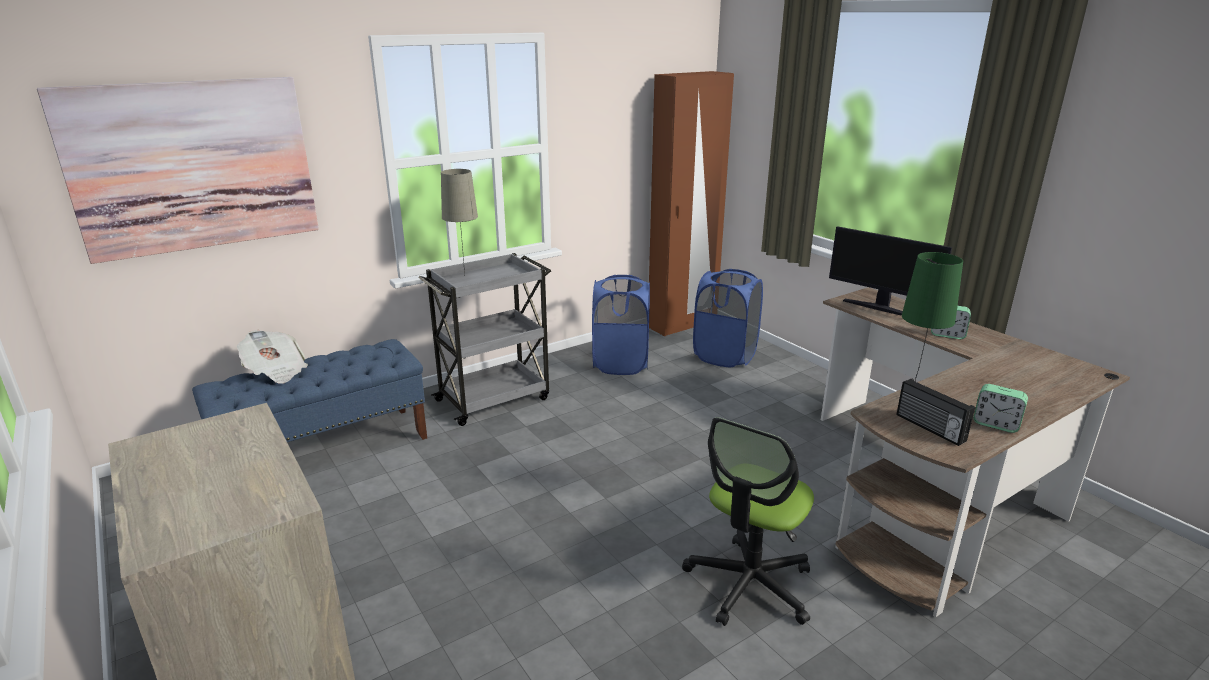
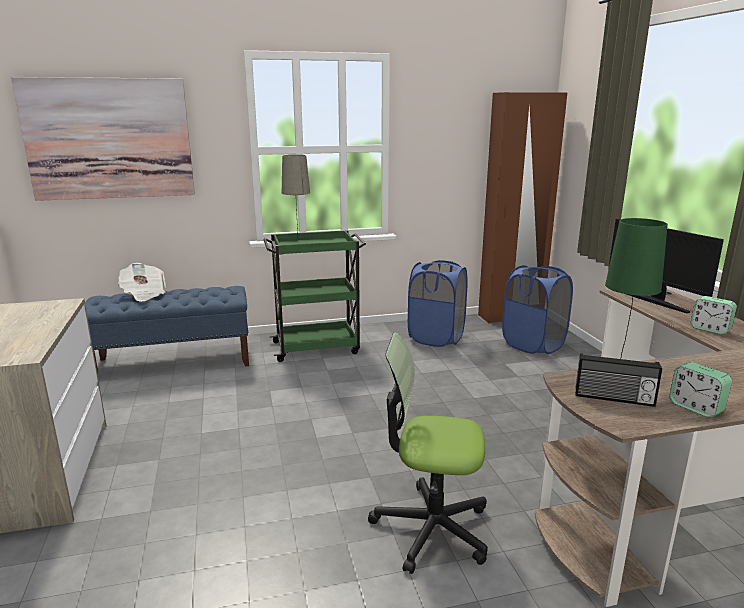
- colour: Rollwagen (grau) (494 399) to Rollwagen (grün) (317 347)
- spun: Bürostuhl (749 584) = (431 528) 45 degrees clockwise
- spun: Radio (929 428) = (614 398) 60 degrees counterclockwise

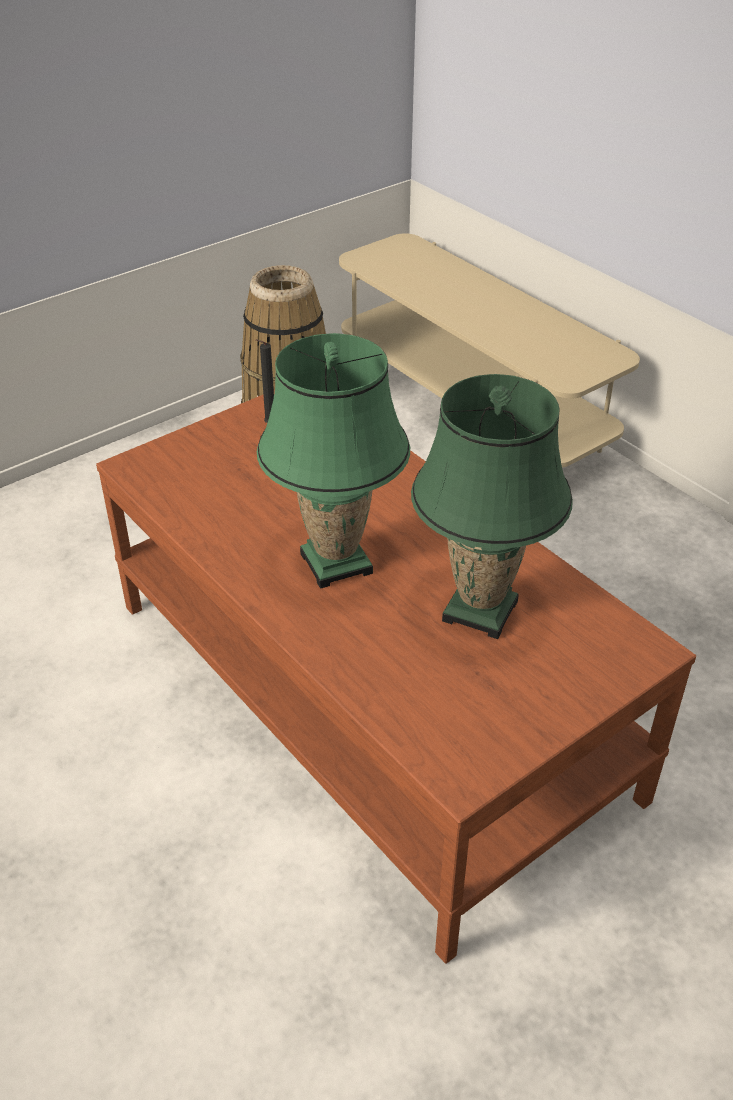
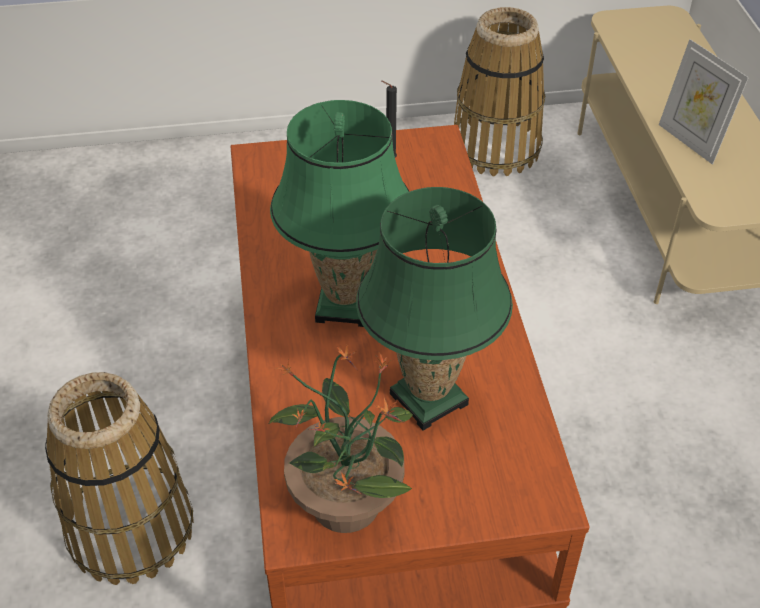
- appeared: Korb (131 528)
- appeared: Topfpflanze (345 501)
- appeared: Bilderrahmen (690 141)

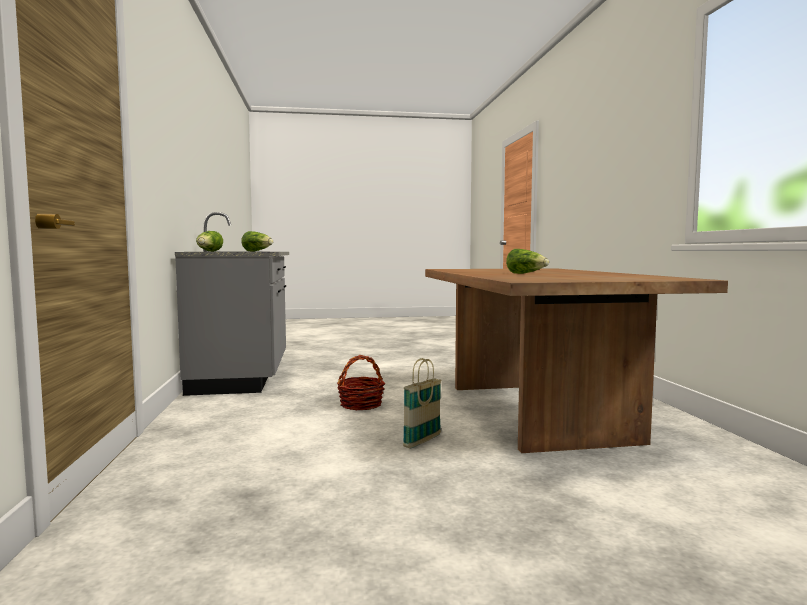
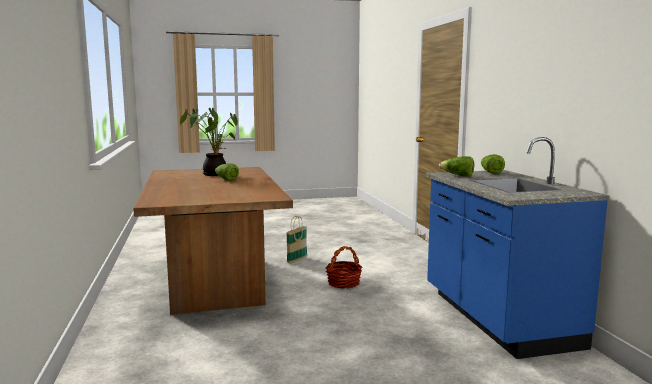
- appeared: Topfpflanze (214 174)
- colour: Küchenzeile (grau) (243 375) to Küchenzeile (blau) (496 319)

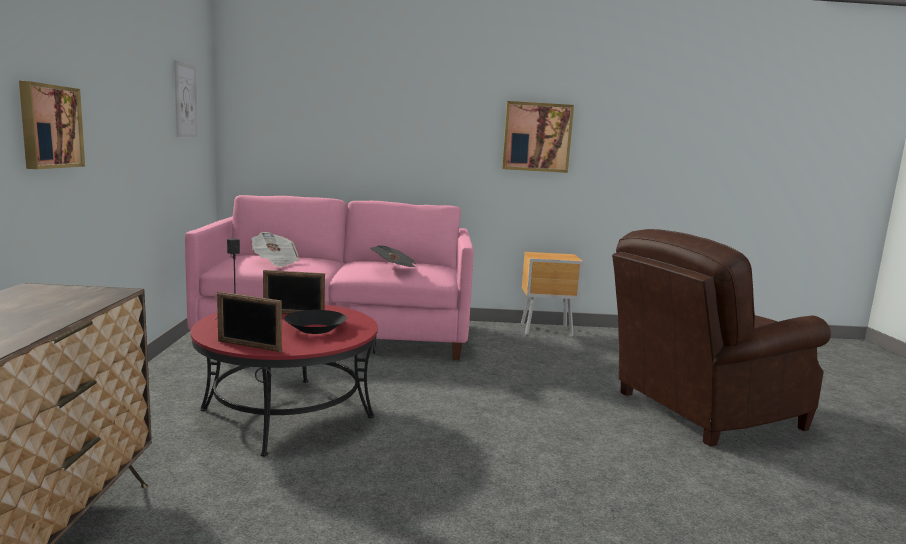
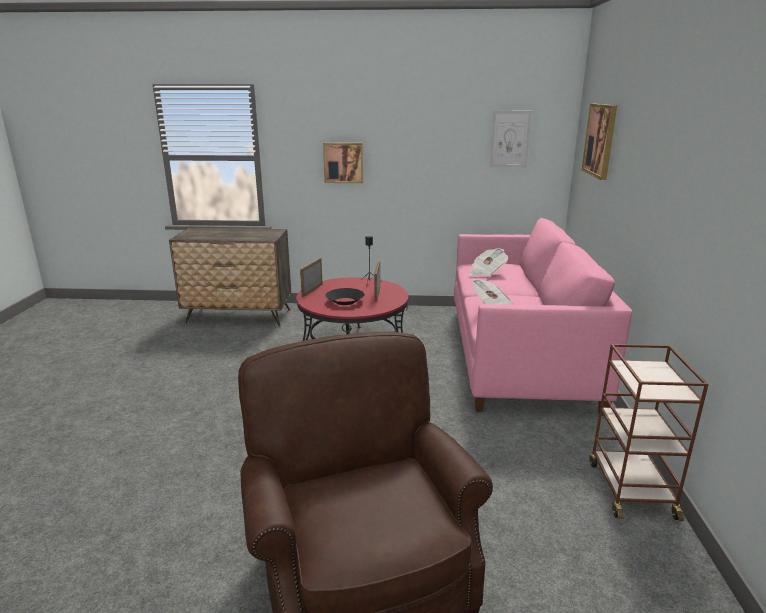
- relocated: Bild (537 137) to (600 140)
- exchanged: Nachttisch (braun) (547 331) to Rollwagen (braun) (630 489)

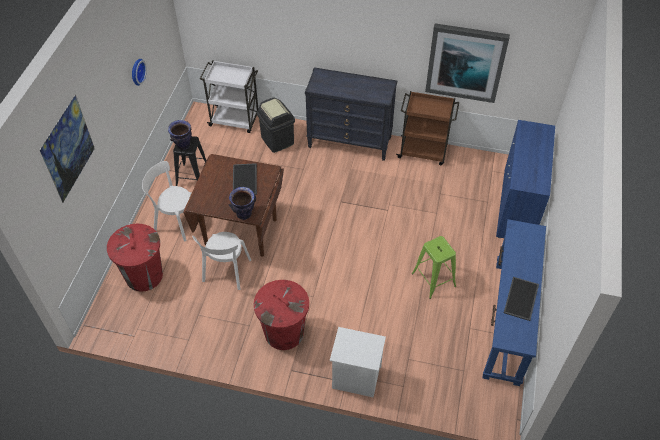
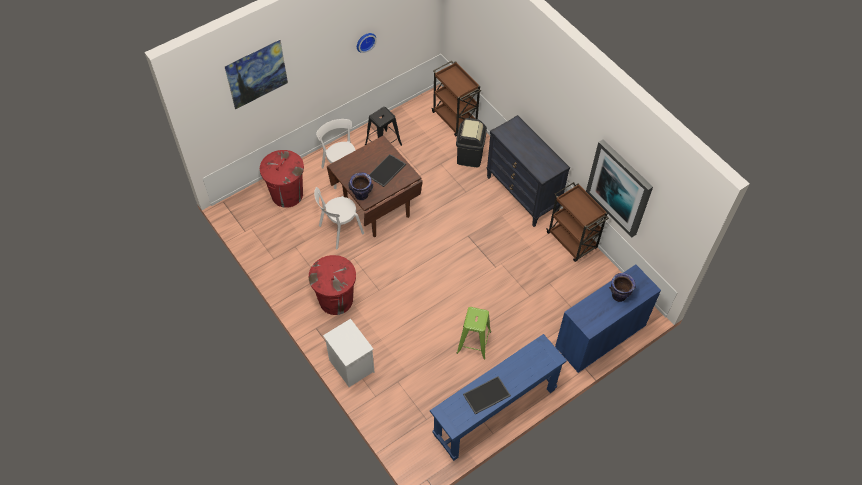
- relocated: Vase (183 145) to (618 295)
- colour: Rollwagen (weiß) (235 120) to Rollwagen (braun) (455 119)

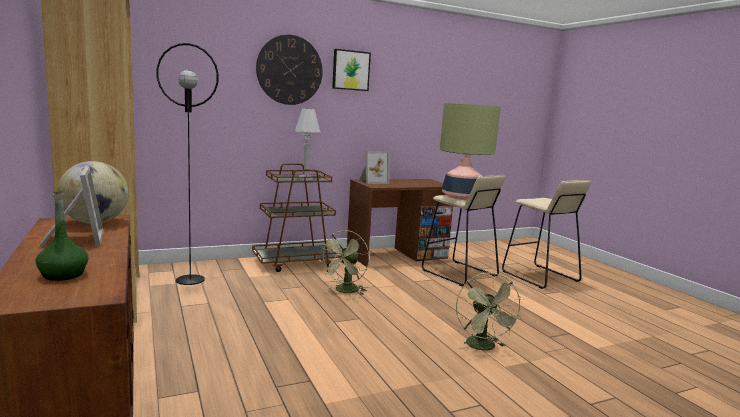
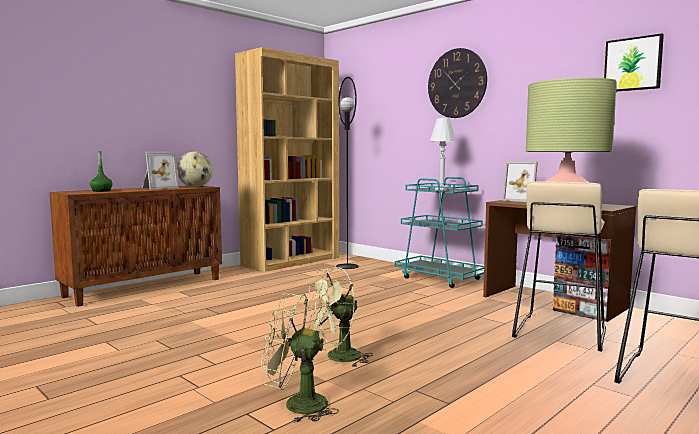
- relocated: Ventilator (grün) (345 291) to (296 405)
- relocated: Bild (350 70) to (633 64)
- colour: Rollwagen (braun) (296 262) to Rollwagen (türkis) (440 278)

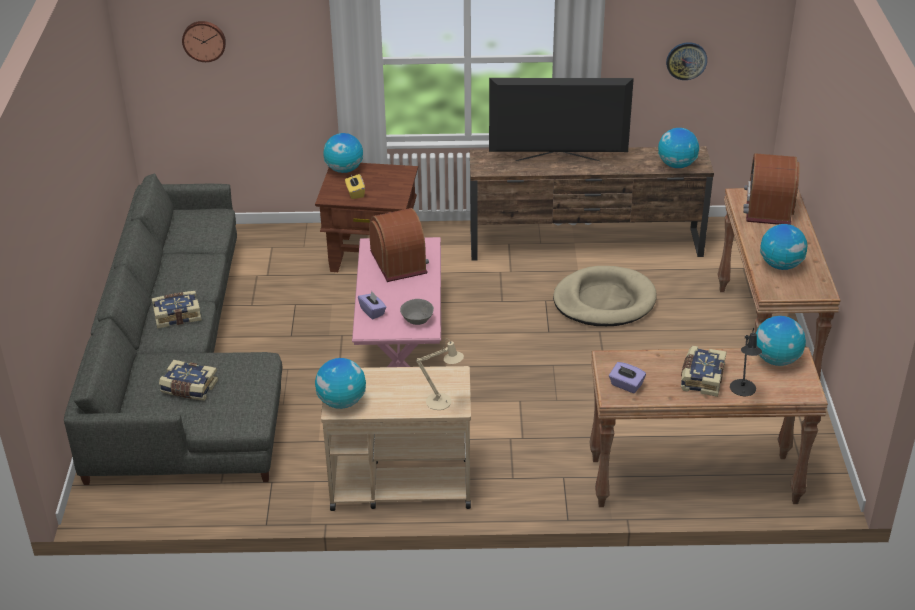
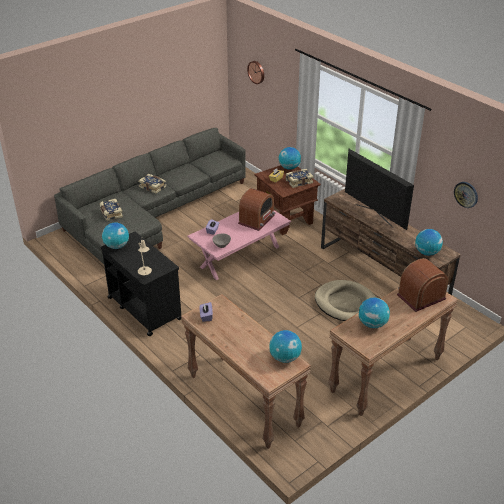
- missing: Tischlampe (schwarz) (743 390)
- relocated: Buch (701 378) to (298 181)
- colour: Rollwagen (beige) (400 484) to Rollwagen (schwarz) (144 308)

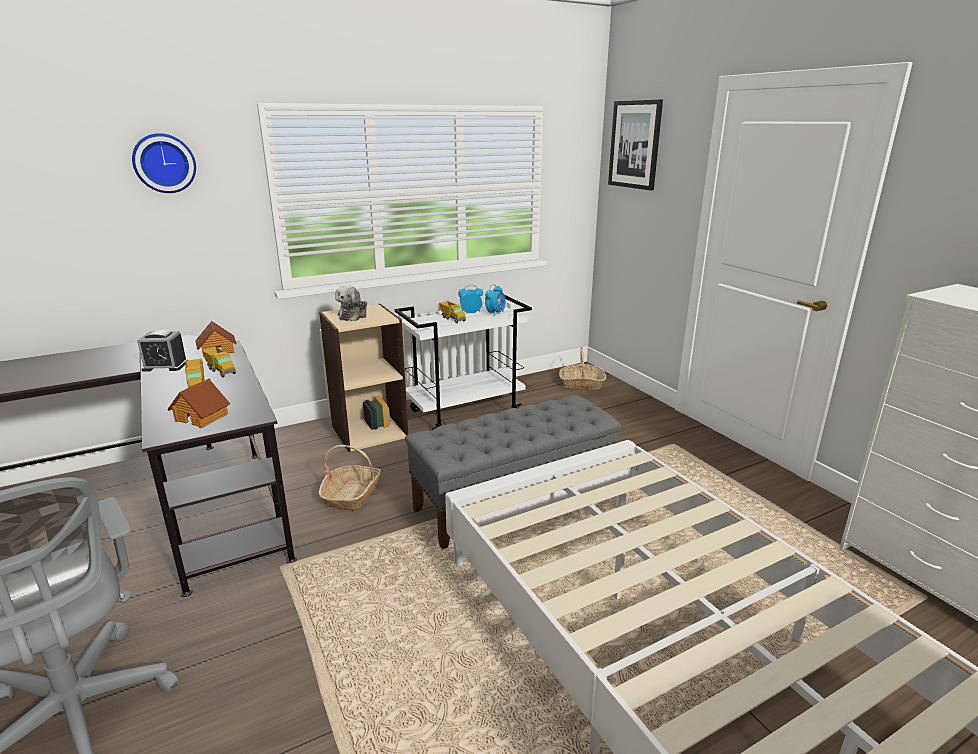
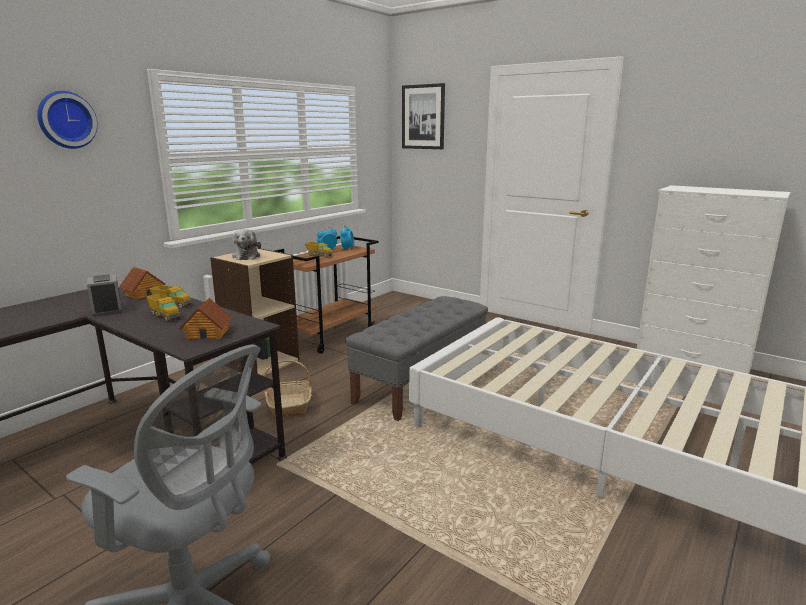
- missing: Korb (581 384)
- colour: Rollwagen (weiß) (465 412) to Rollwagen (braun) (330 335)
- spun: Wecker (165 366) = (107 309) 90 degrees clockwise

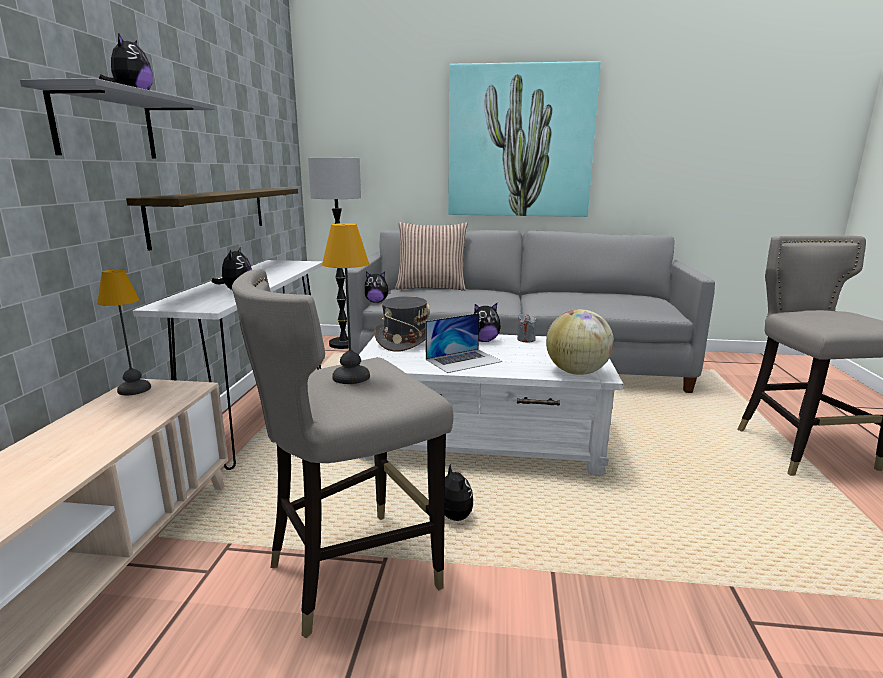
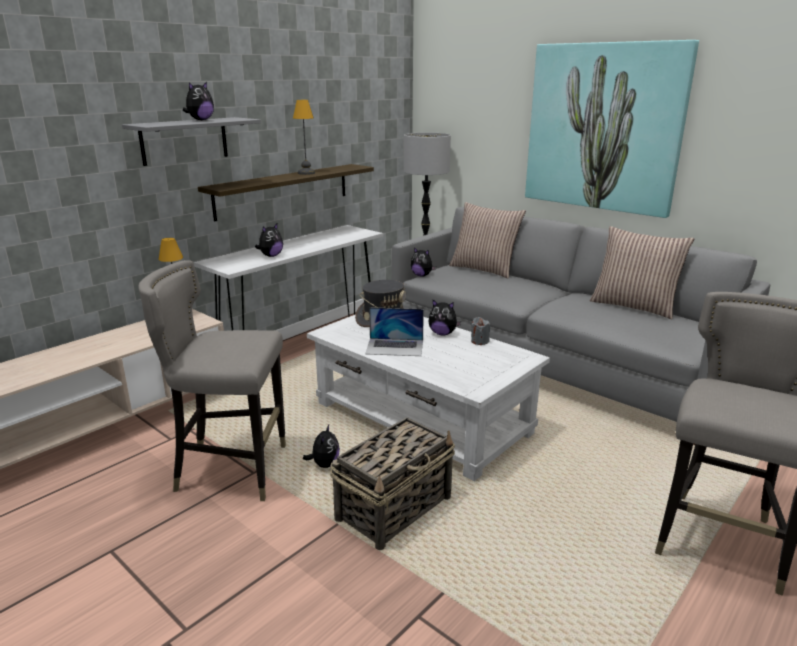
- missing: Globus (577 372)
- appeared: Korb (395 507)
- appeared: Kissen (634 306)
- relocated: Tischlampe (350 376) to (306 173)

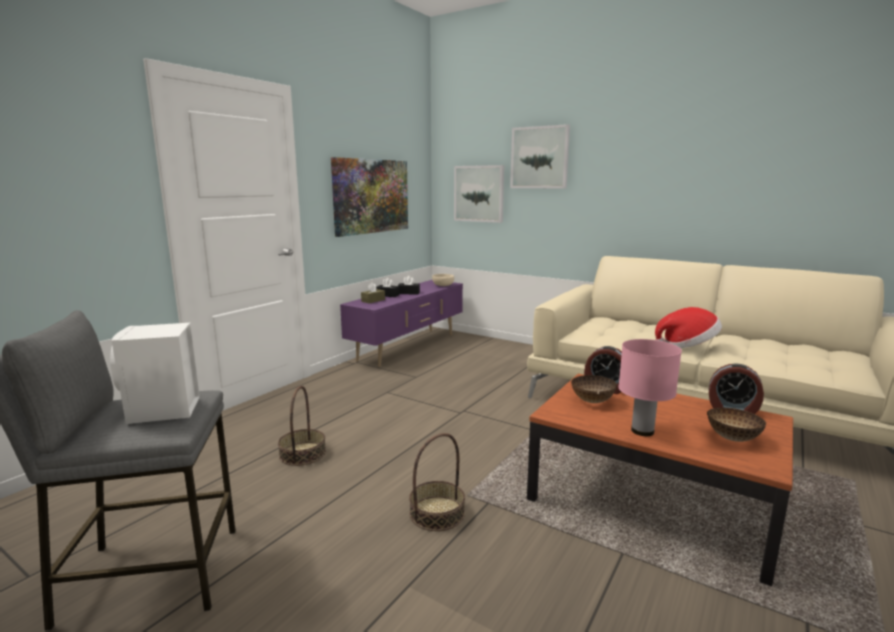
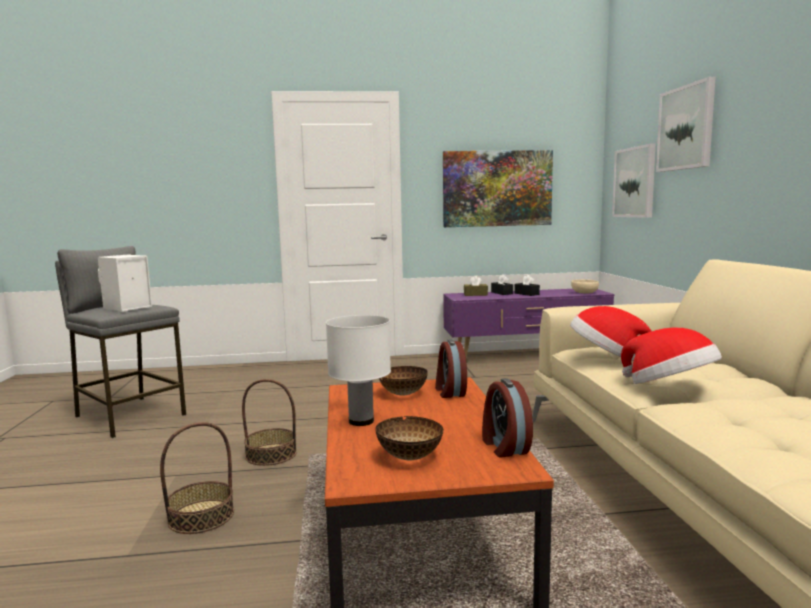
- appeared: Hut (607 357)
- relocated: Korb (303 453) to (201 516)
- colour: Tischlampe (rosa) (643 431) to Tischlampe (weiß) (361 421)

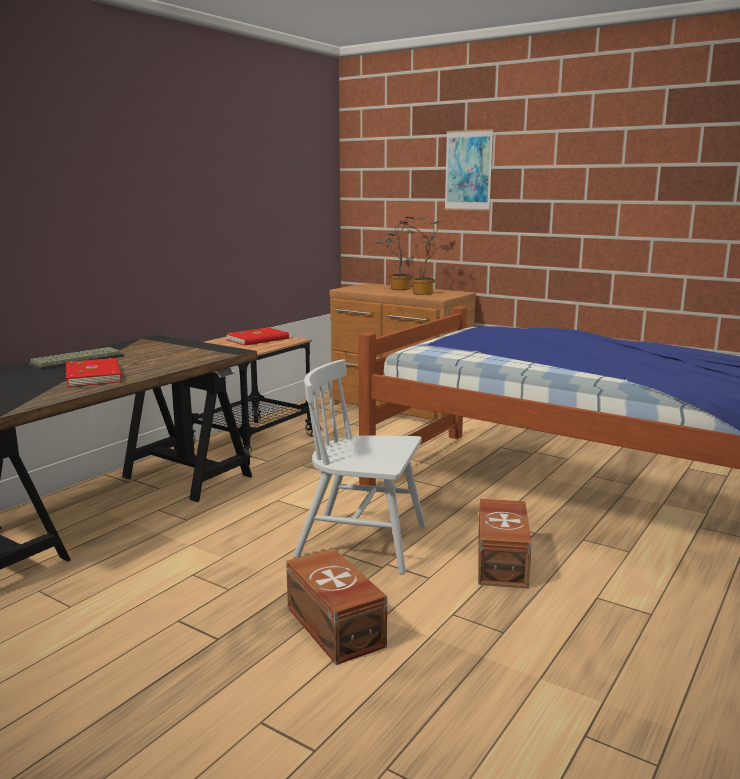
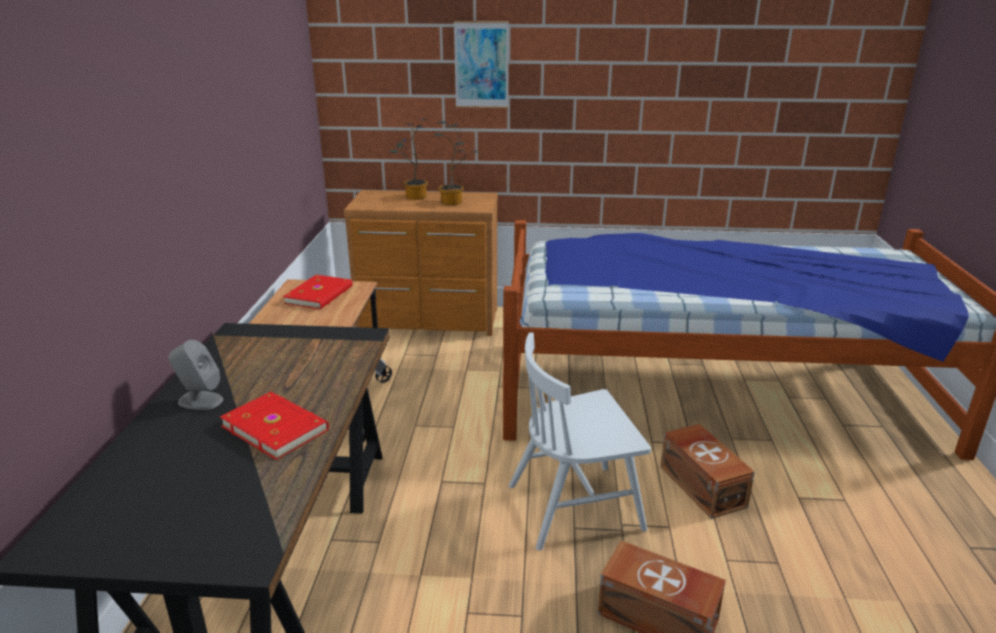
- exchanged: Tastatur (77 360) to Lautsprecher (grau) (200 400)

